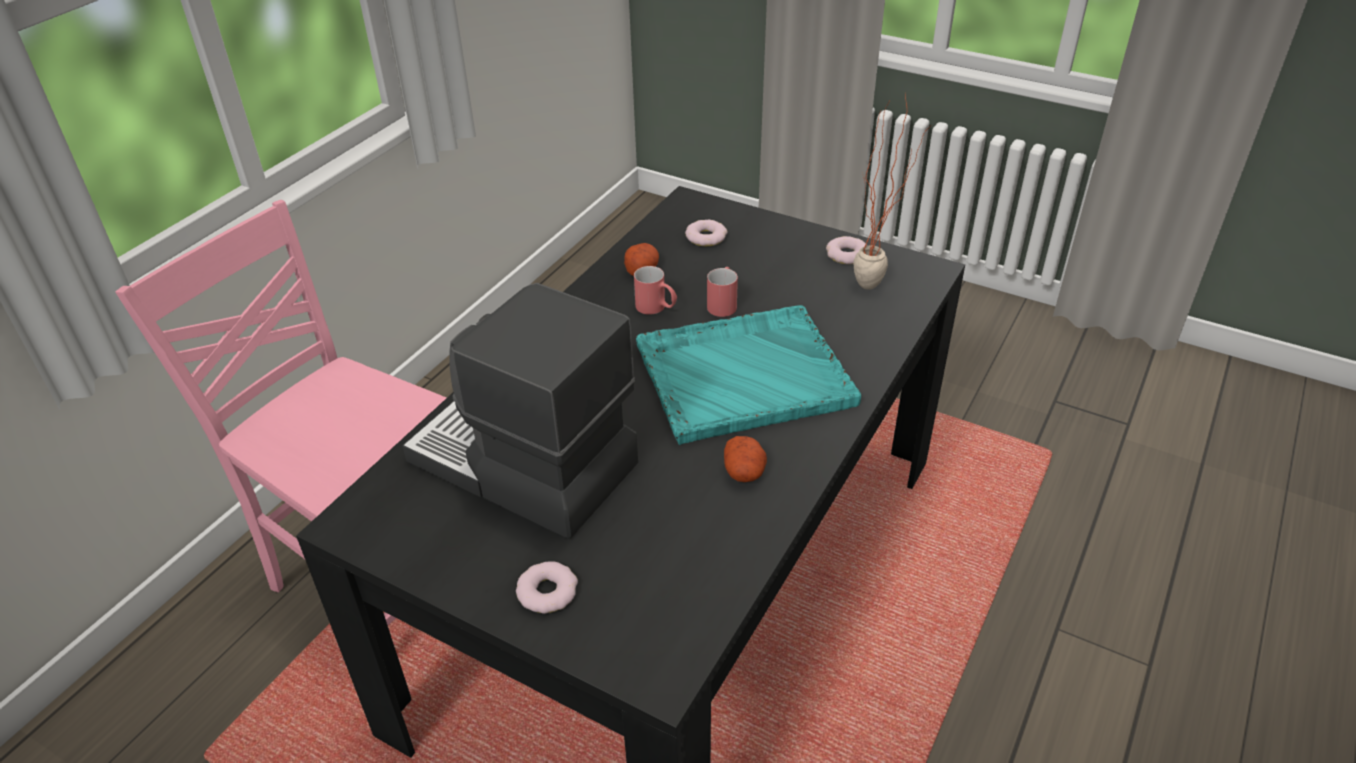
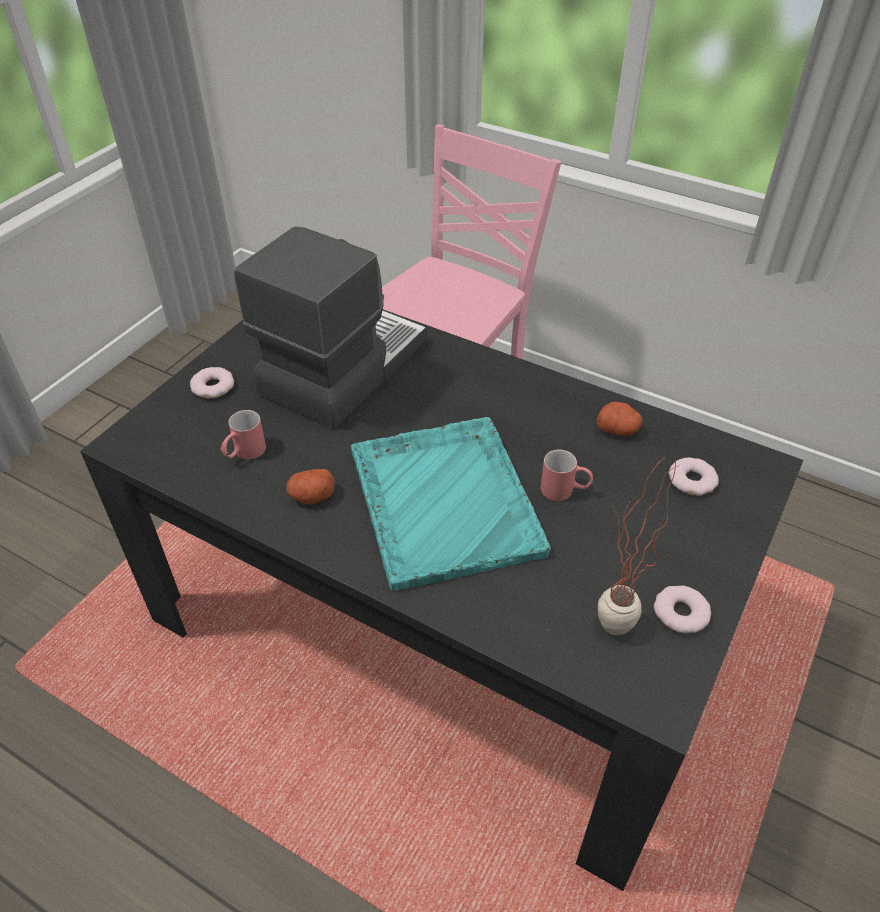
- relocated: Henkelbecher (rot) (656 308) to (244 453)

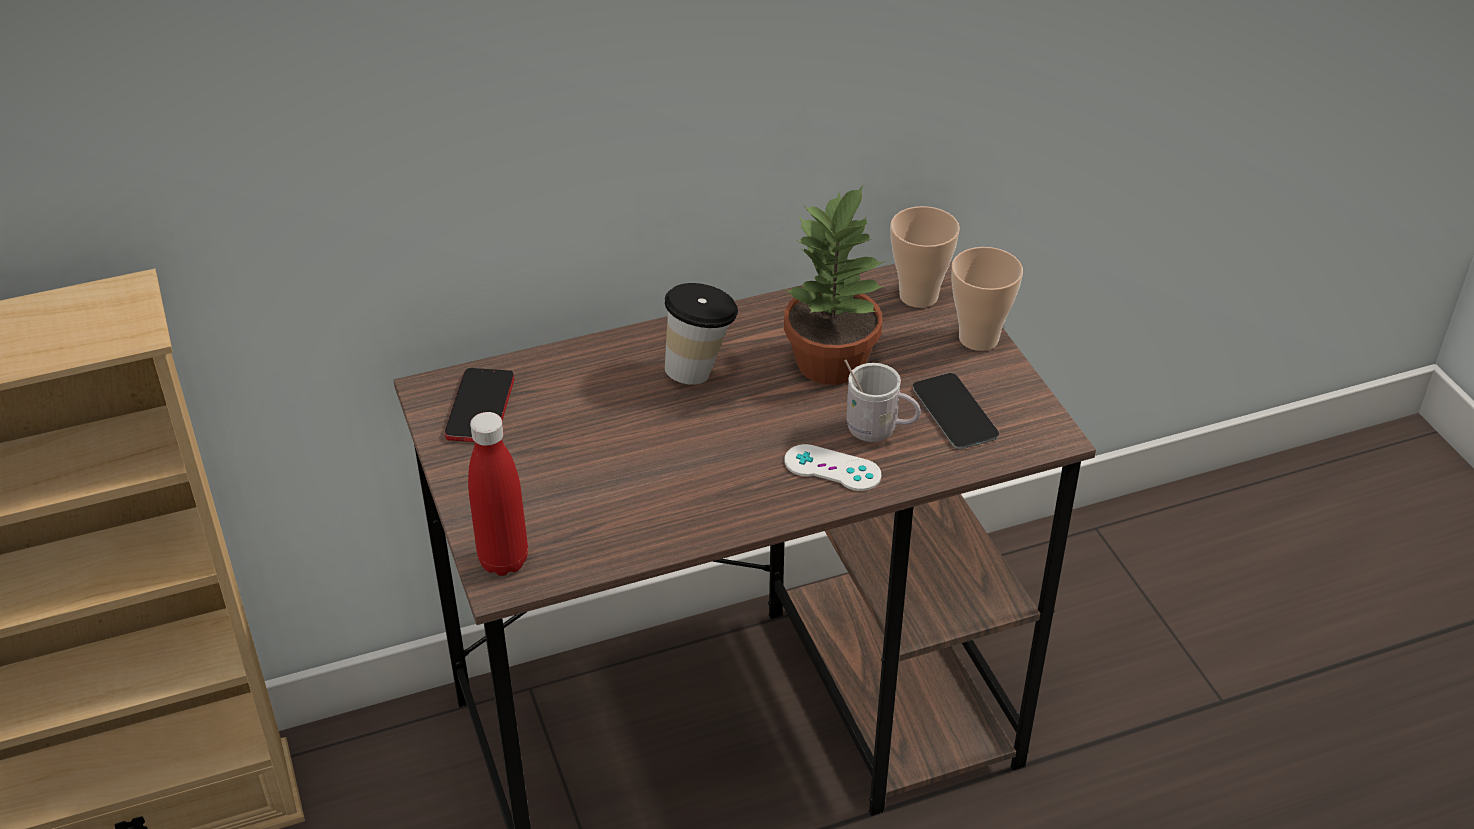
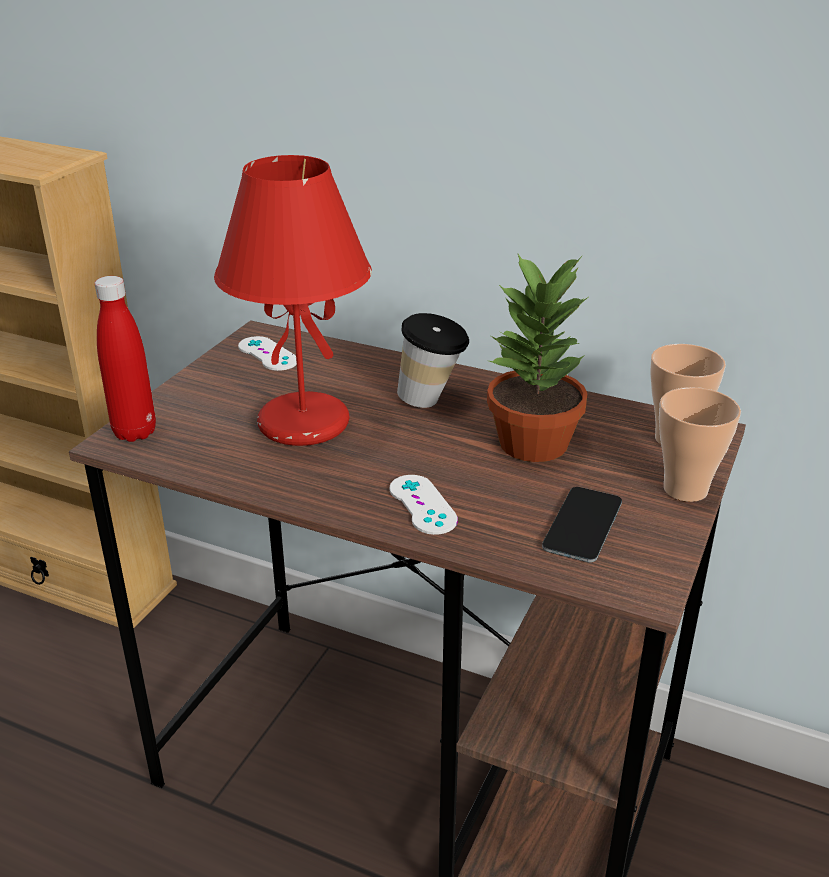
- missing: Henkelbecher (weiß) (879 431)
- appeared: Tischlampe (rot) (302 425)
- exchanged: Handy (480 407) to Gamepad (weiß) (267 354)

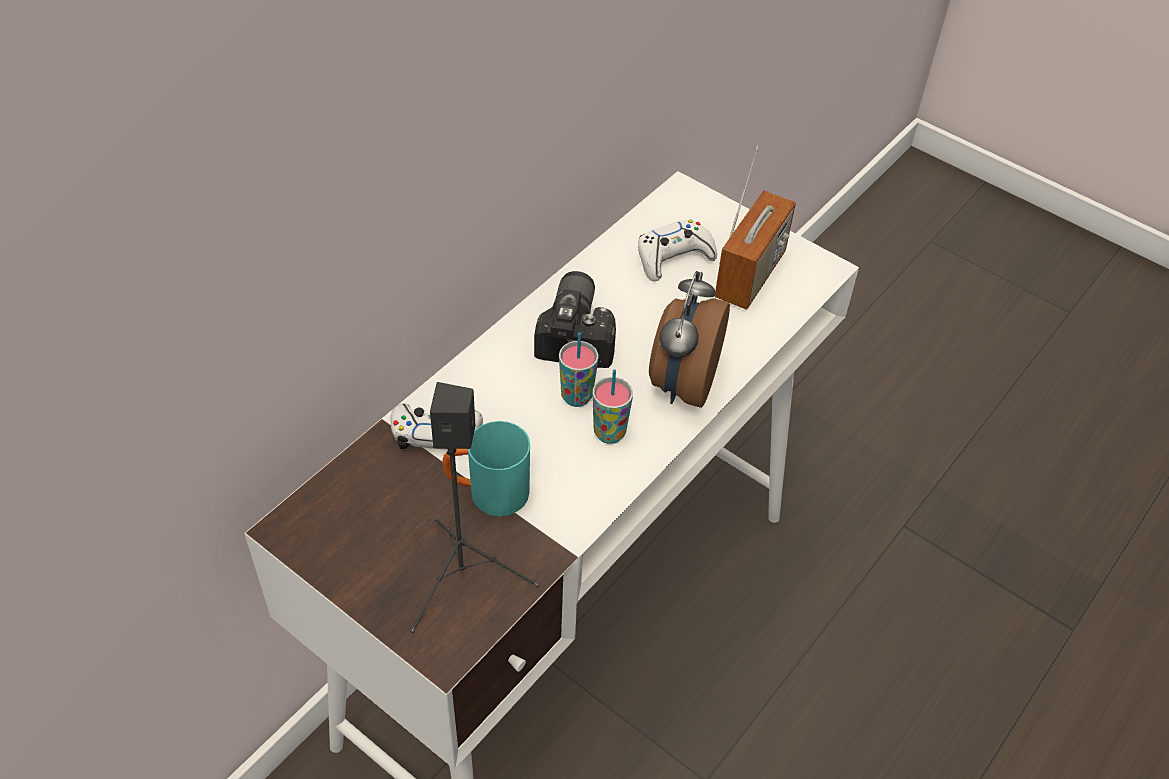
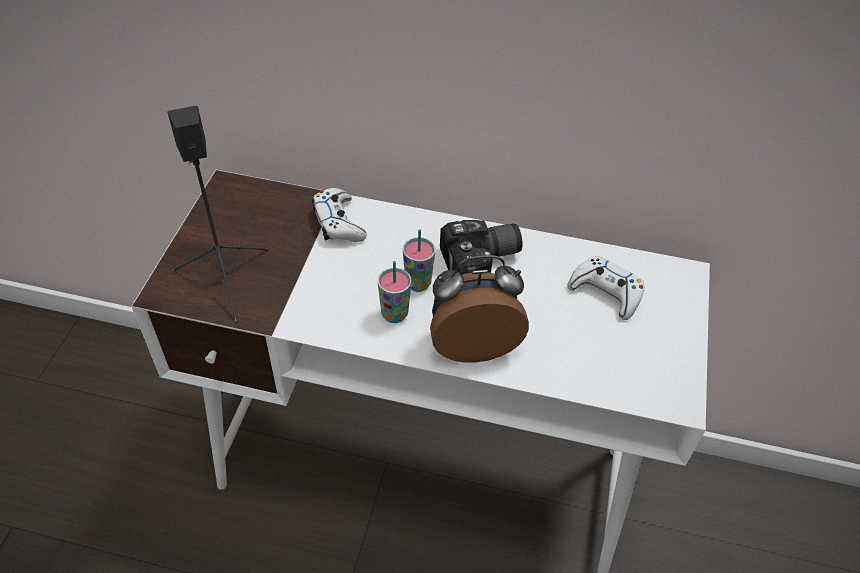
- missing: Henkelbecher (türkis) (487 494)
- missing: Radio (750 275)

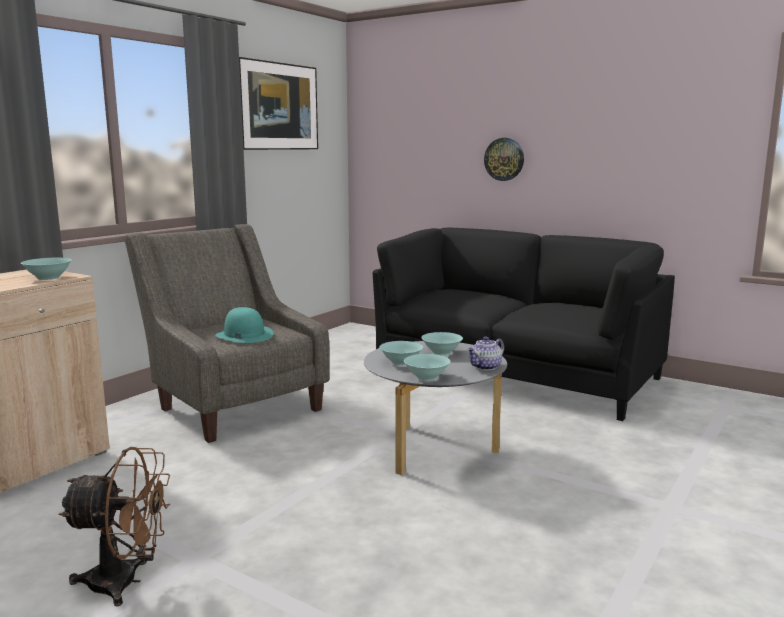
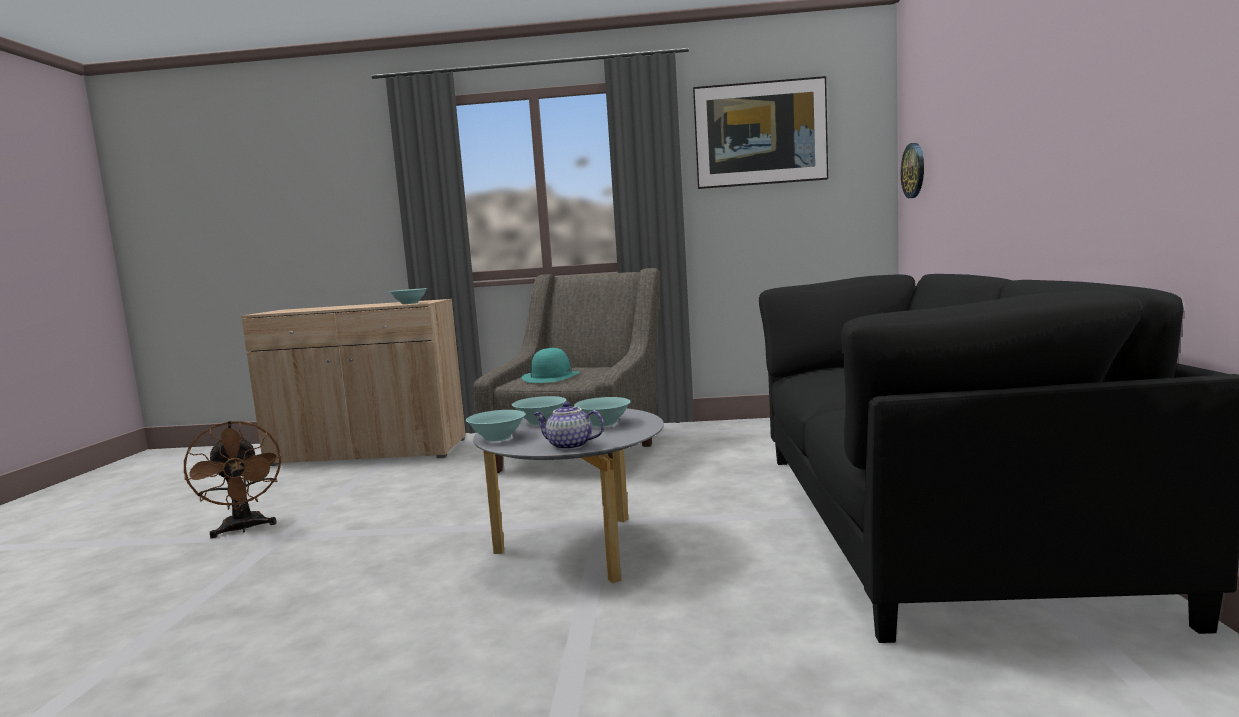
- relocated: Wanduhr (504 159) to (914 170)

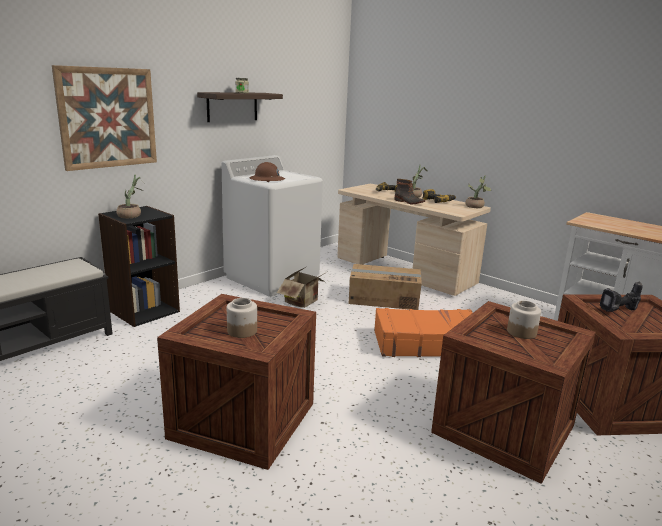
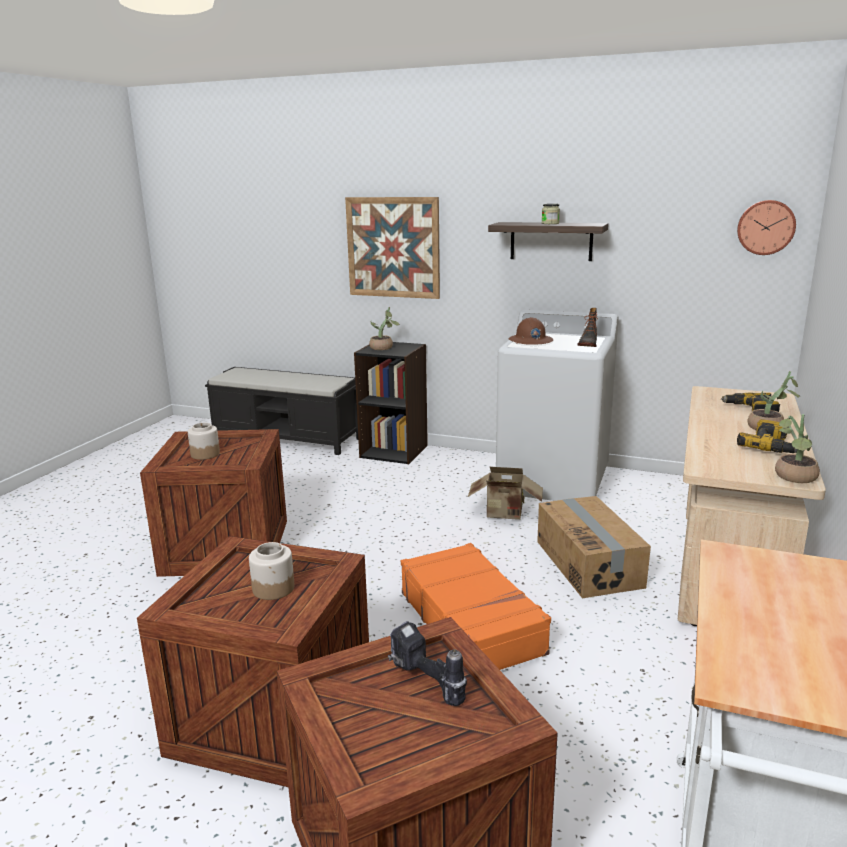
- appeared: Wanduhr (766 227)
- relocated: Stiefel (408 202) to (587 343)

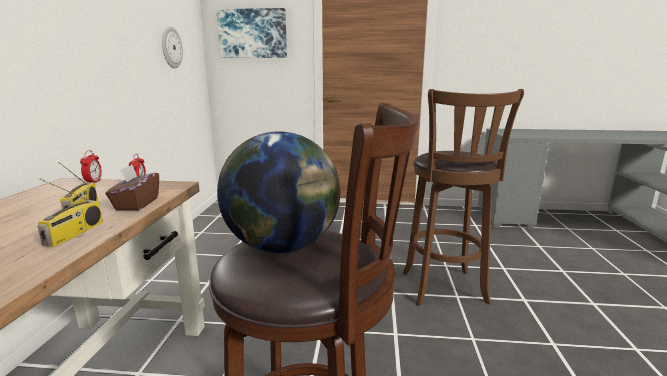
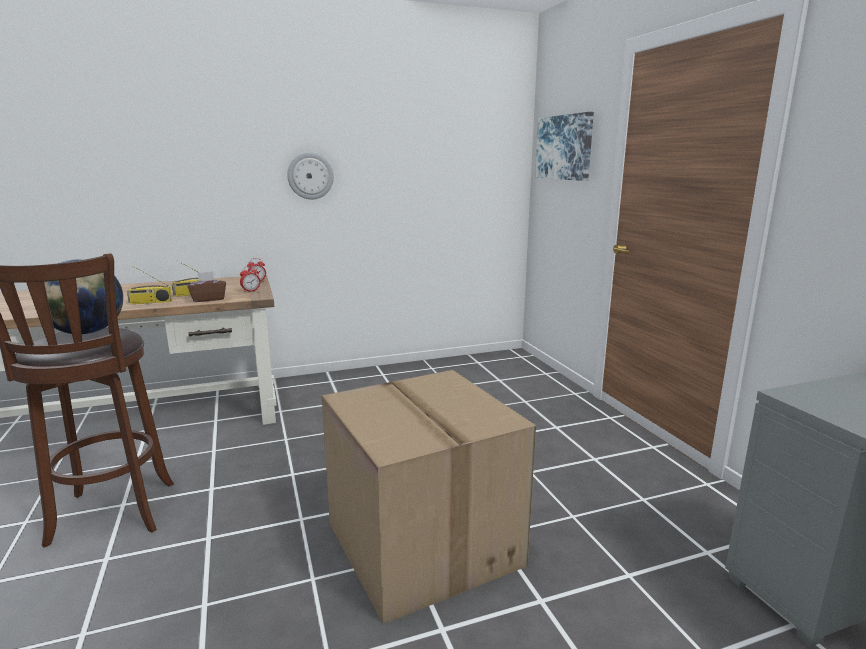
- relocated: Wanduhr (171 47) to (310 176)
- exchanged: Hocker (braun) (445 290) to Karton (419 543)

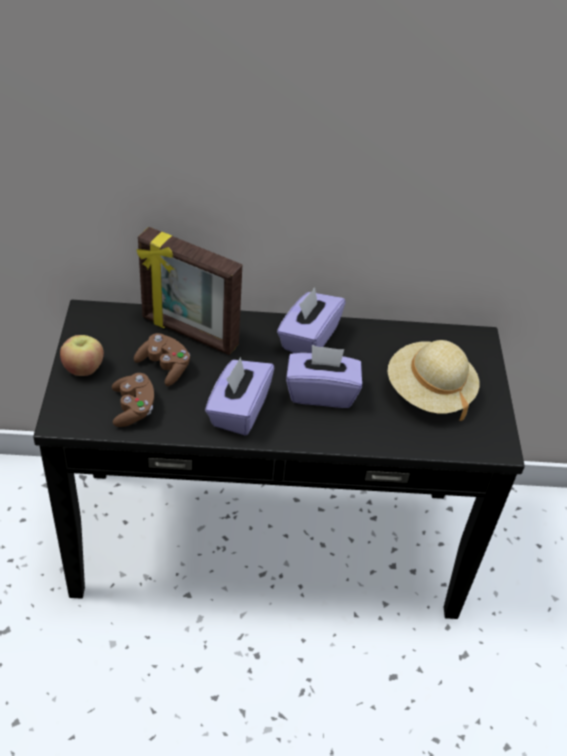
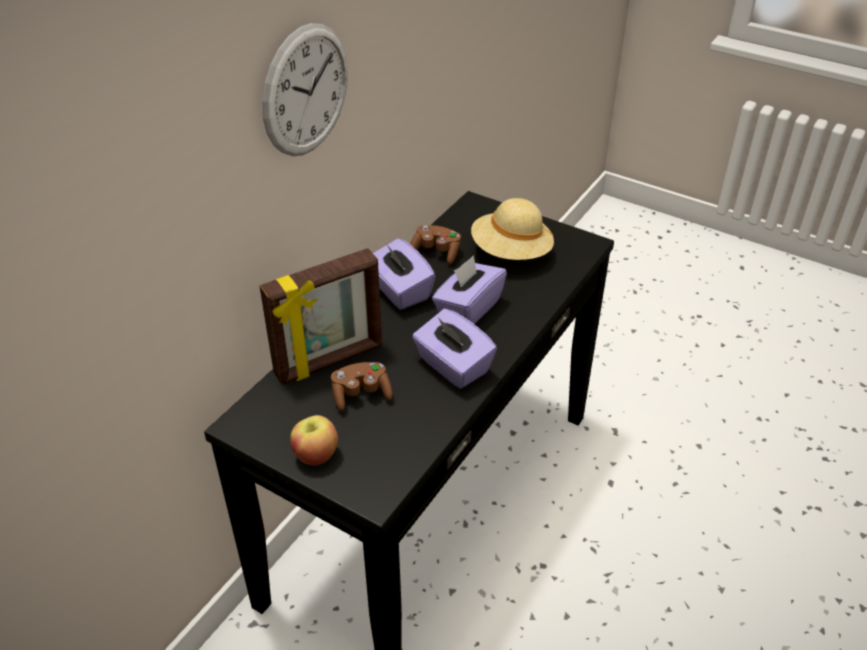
- appeared: Wanduhr (306 91)
- relocated: Gamepad (braun) (133 408) to (436 252)

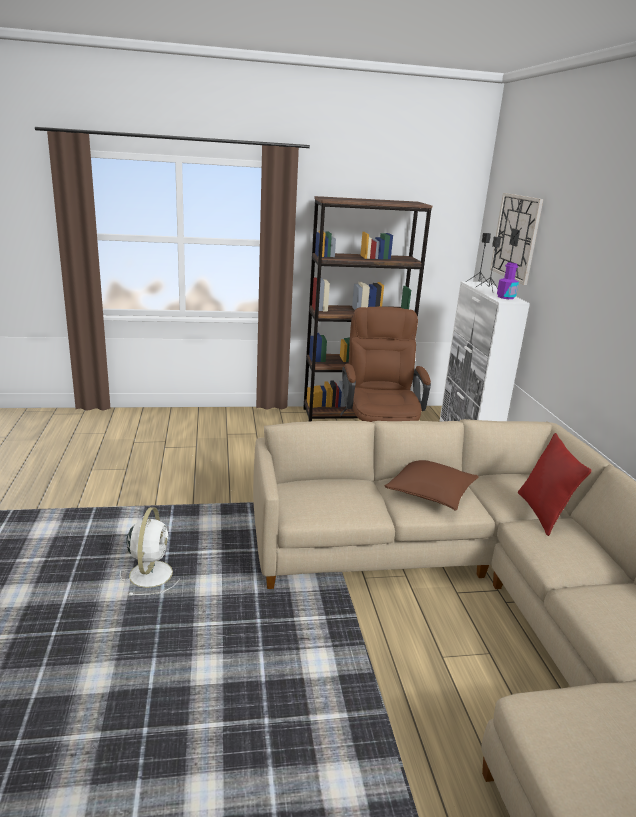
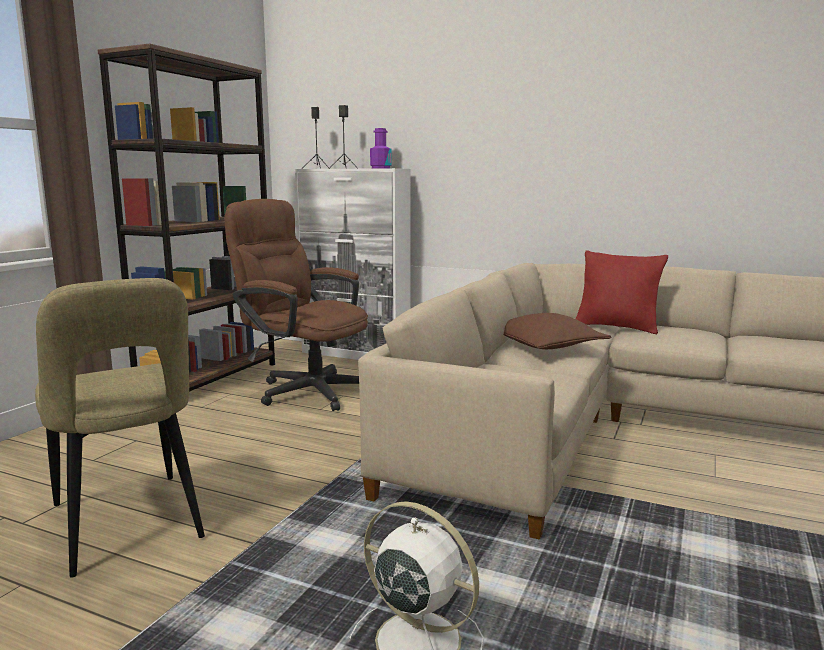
- missing: Wanduhr (516 237)
- appeared: Stuhl (beige) (128 526)

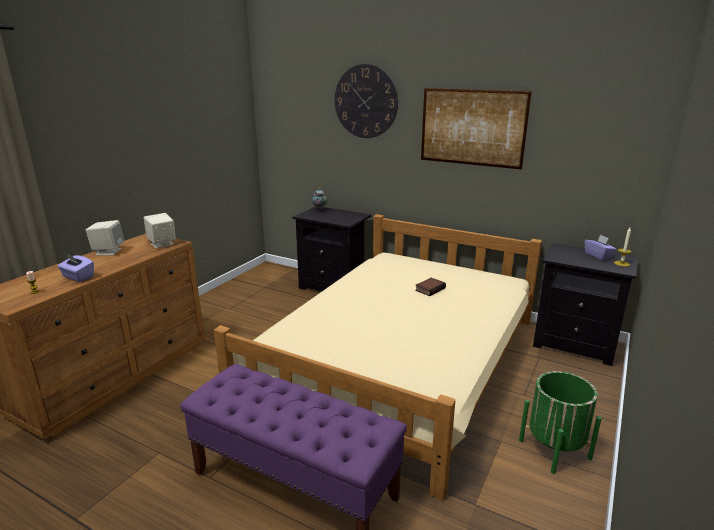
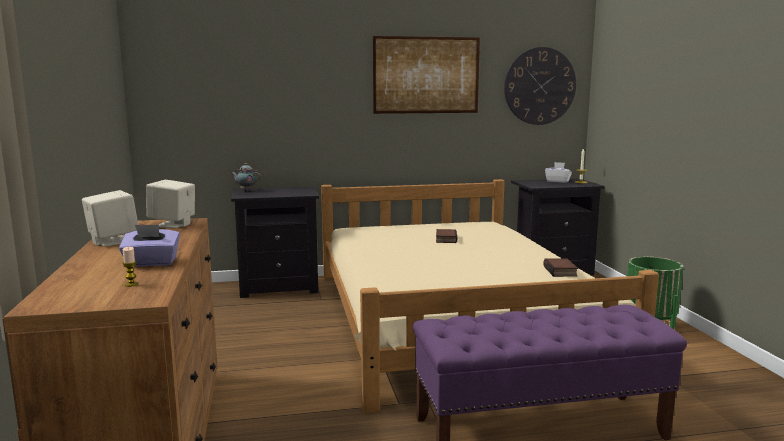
- appeared: Buch (561 271)
- relocated: Wanduhr (365 101) to (540 86)
- colour: Taschentuchbox (lila) (598 256) to Taschentuchbox (weiß) (558 181)

